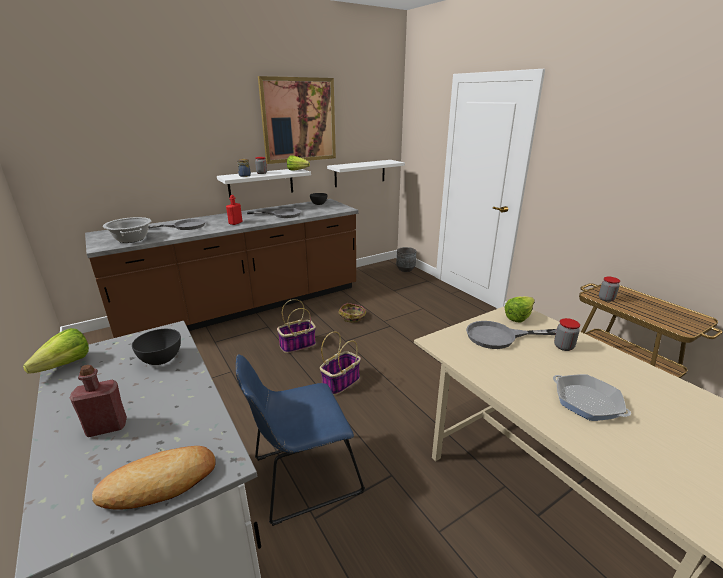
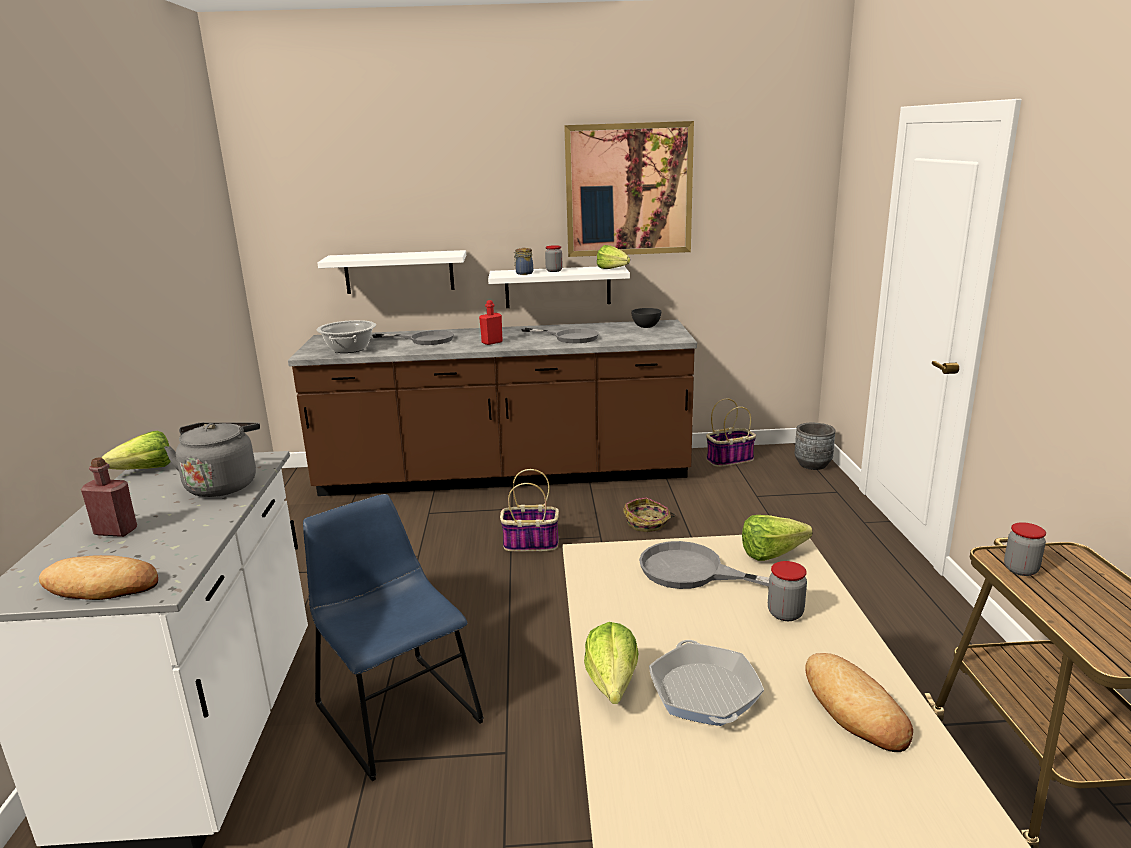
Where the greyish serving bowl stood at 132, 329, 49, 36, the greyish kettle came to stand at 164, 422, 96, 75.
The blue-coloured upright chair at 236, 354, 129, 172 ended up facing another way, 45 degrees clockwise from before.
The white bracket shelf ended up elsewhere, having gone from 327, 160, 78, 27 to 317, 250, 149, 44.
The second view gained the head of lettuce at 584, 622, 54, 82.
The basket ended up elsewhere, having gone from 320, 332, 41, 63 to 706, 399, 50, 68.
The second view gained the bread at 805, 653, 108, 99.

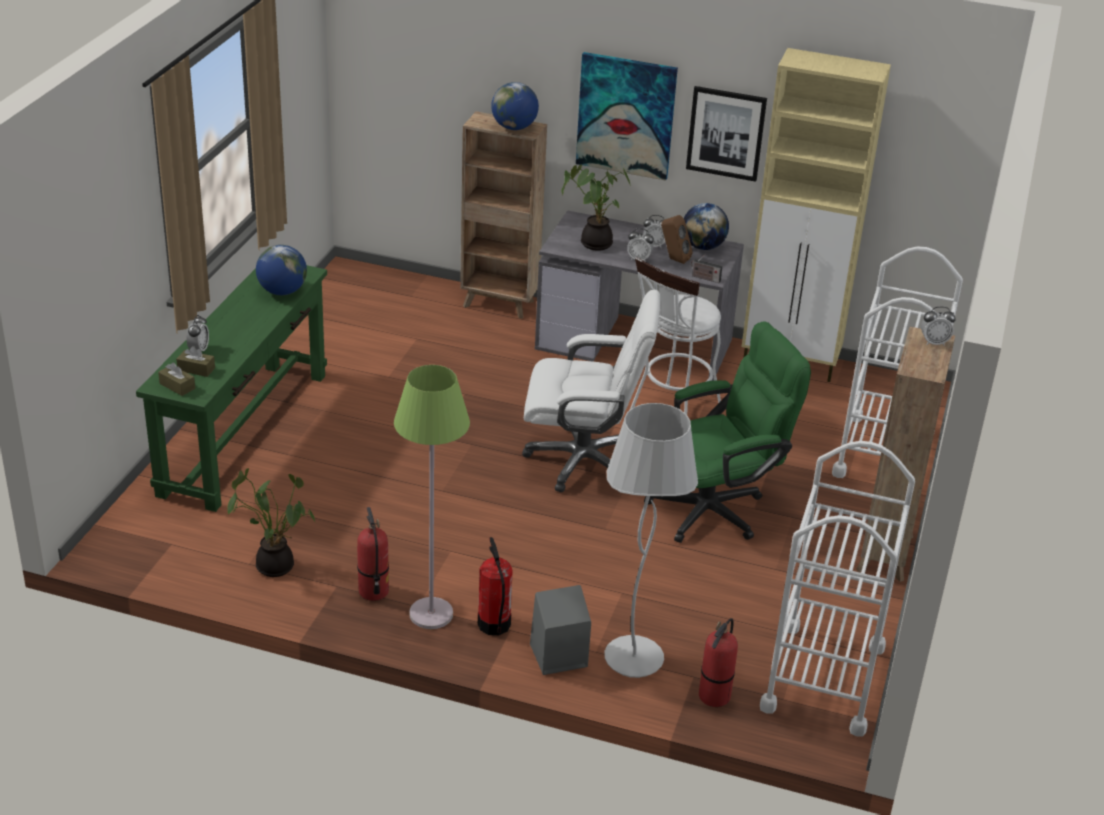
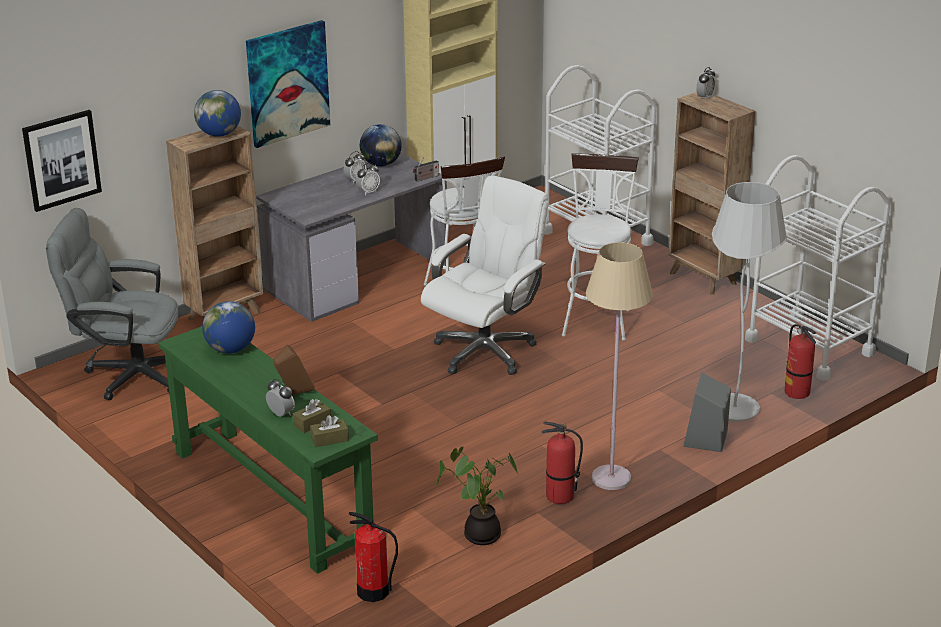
The wall picture ended up elsewhere, having gone from 686, 86, 81, 96 to 22, 110, 80, 102.
The second view gained the greyish computer chair at 46, 208, 132, 192.
The brown speaker ended up elsewhere, having gone from 661, 215, 32, 49 to 273, 345, 41, 50.
The fire-fighting cylinder ended up elsewhere, having gone from 478, 537, 35, 98 to 349, 512, 49, 90.
Where the greenish computer chair stood at 644, 322, 167, 221, the white stool came to stand at 562, 153, 77, 188.
What was the greenish standard lamp at 394, 365, 76, 264 turned into the sand-coloured standard lamp at 586, 242, 67, 248.
The second view lost the potted plant at 561, 164, 70, 87.

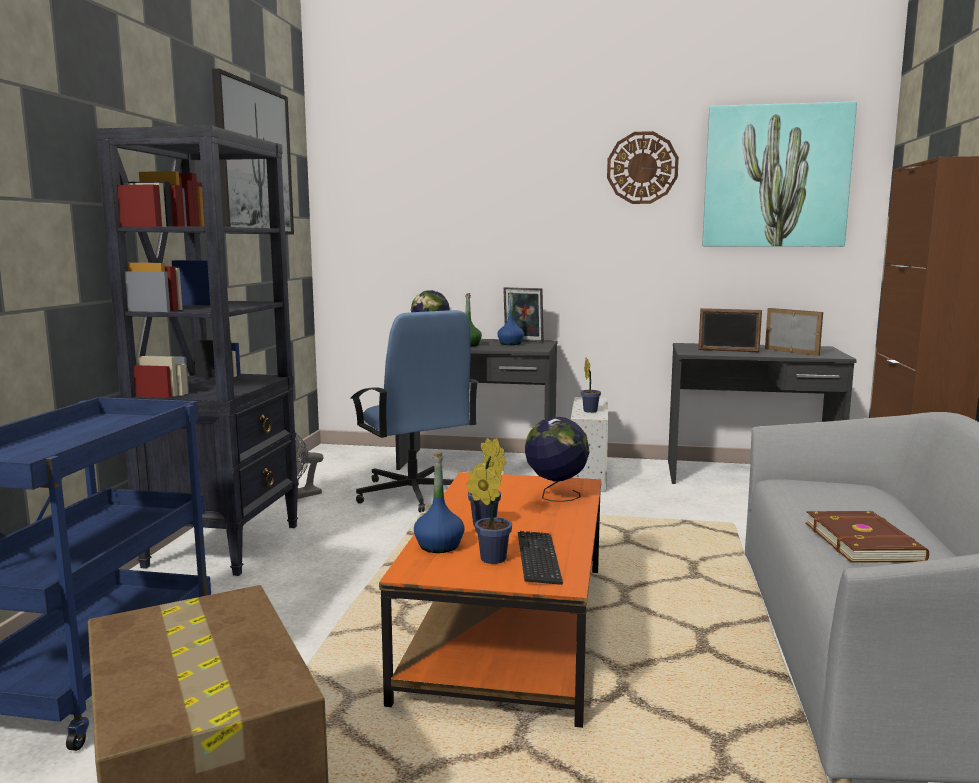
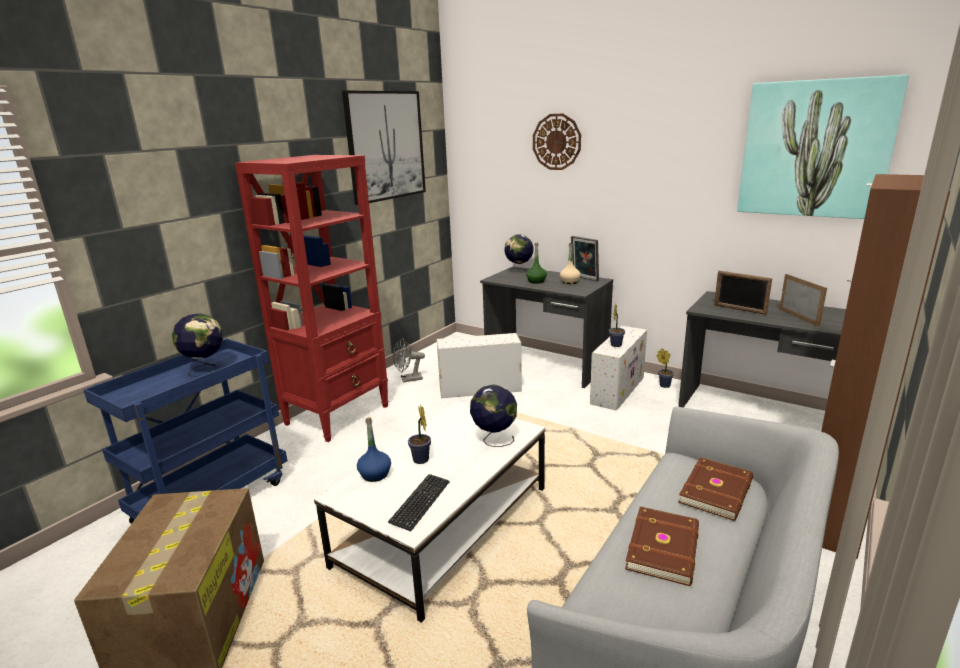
The second view gained the world globe at 172, 314, 51, 63.
What was the black bookshelf at 96, 125, 203, 451 turned into the red bookshelf at 235, 155, 154, 287.
What was the orange low table at 379, 472, 222, 256 turned into the white low table at 314, 401, 232, 222.
Where the blue-coloured computer chair stood at 351, 310, 128, 202, the white storage bin came to stand at 437, 333, 85, 66.
The wall clock ended up elsewhere, having gone from 607, 131, 72, 73 to 533, 114, 48, 56.
What was the blue-coloured beverage bottle at 497, 293, 27, 52 turned into the sand-coloured beverage bottle at 560, 243, 21, 41.
The potted plant ended up elsewhere, having gone from 466, 463, 46, 101 to 657, 348, 17, 40.
The second view gained the brown volume at 678, 457, 75, 64.

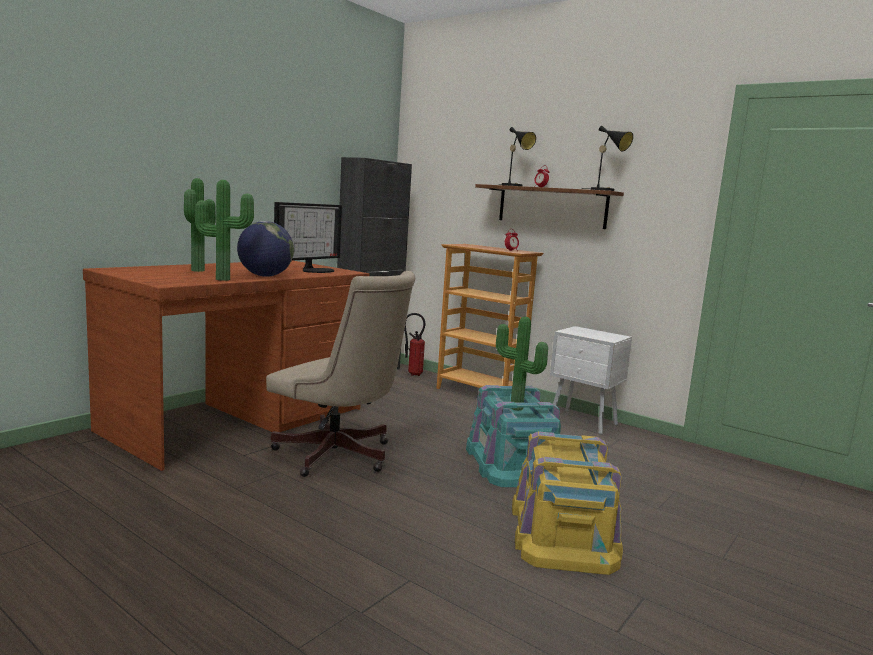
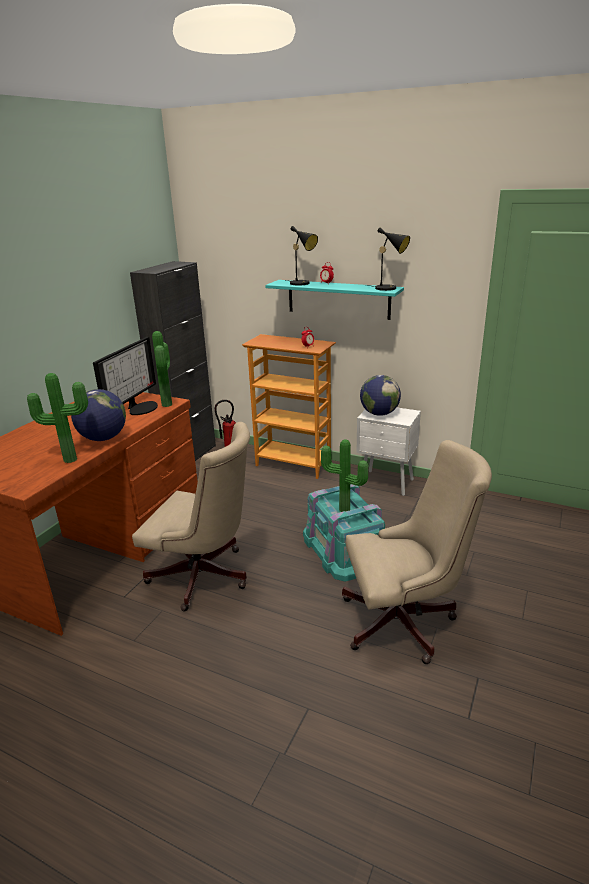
The potted plant ended up elsewhere, having gone from 184, 178, 32, 94 to 152, 331, 20, 76.
What was the brown bracket shelf at 475, 184, 149, 45 turned into the turquoise bracket shelf at 265, 280, 139, 40.
Where the yellow storage bin stood at 512, 431, 111, 144, the sand-coloured computer chair came to stand at 342, 440, 150, 224.
The second view gained the world globe at 360, 375, 41, 41.

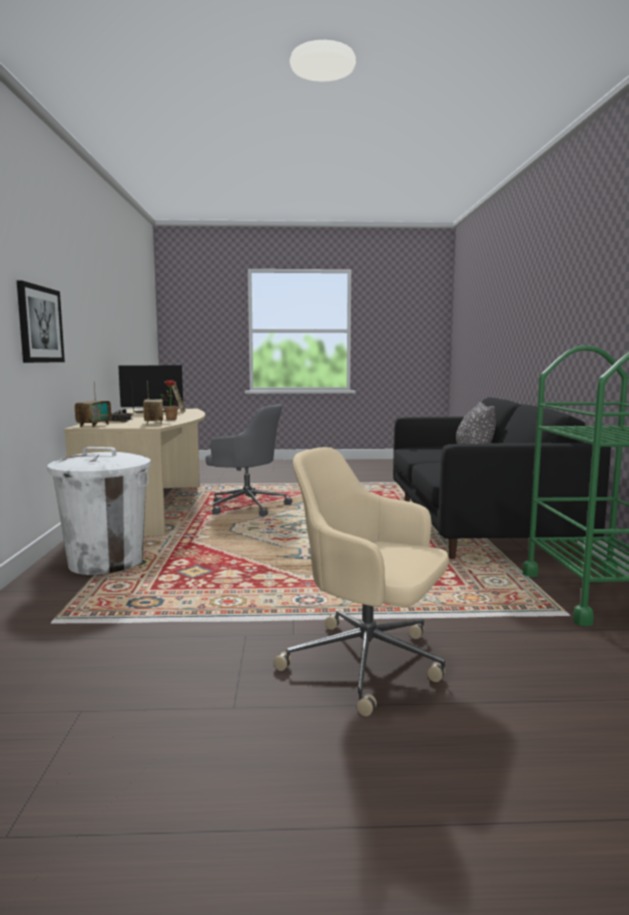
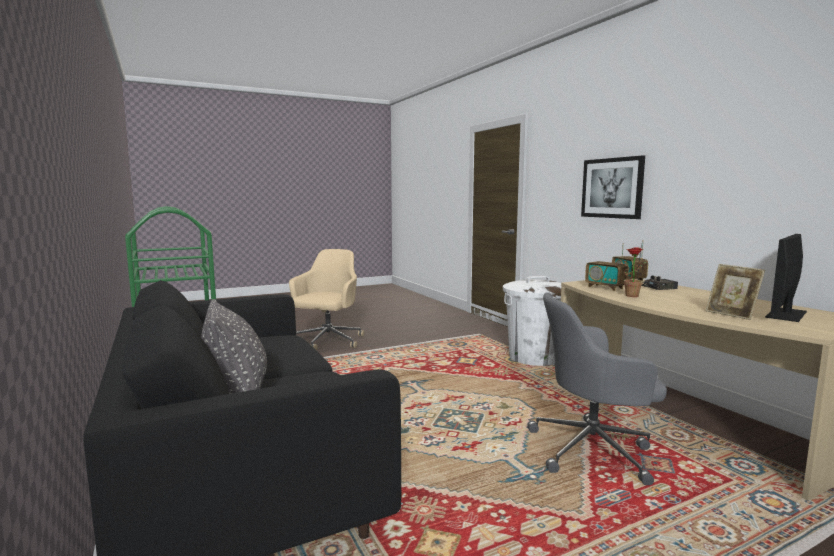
The sand-coloured computer chair at 273, 447, 176, 269 ended up facing another way, 75 degrees counterclockwise from before.

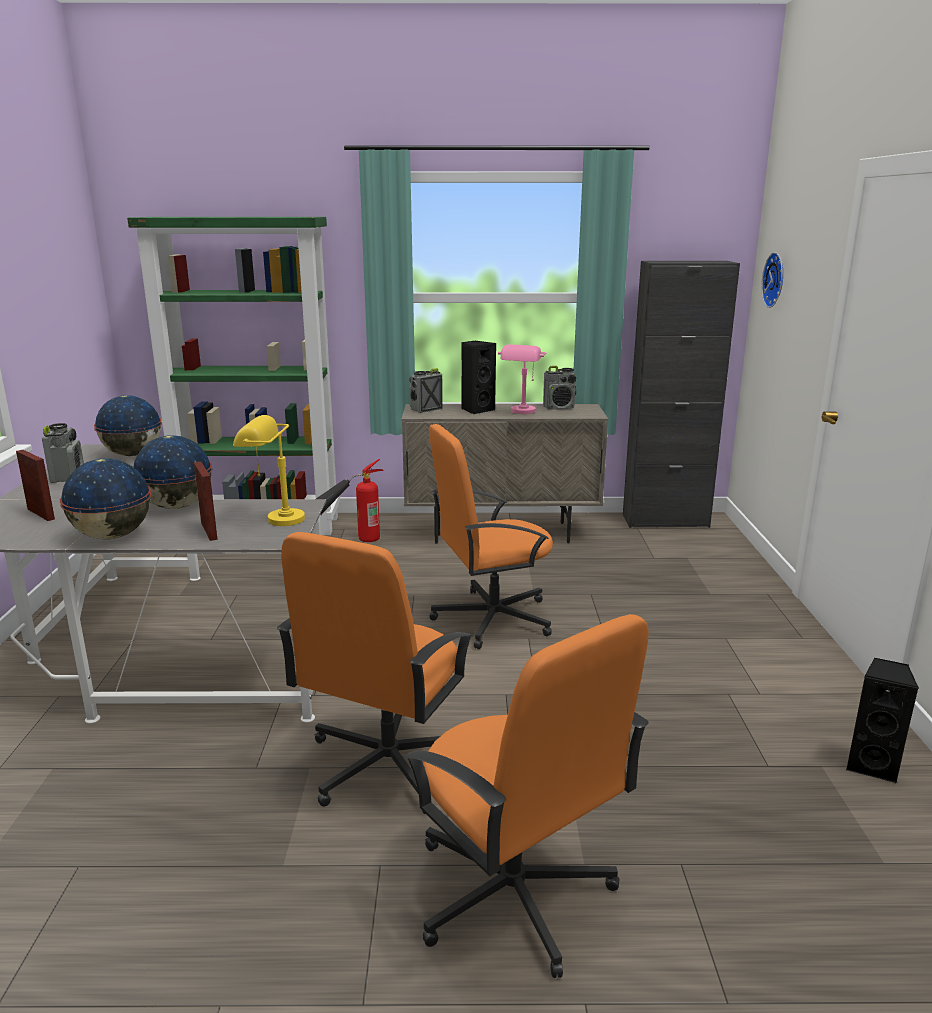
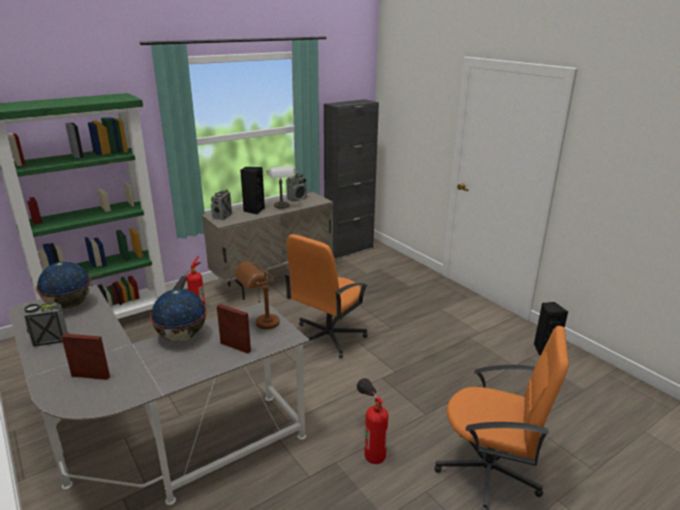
The radio at 42, 423, 42, 60 ended up facing another way, 60 degrees counterclockwise from before.
What was the yellow tabletop lamp at 233, 415, 72, 111 turned into the brown tabletop lamp at 235, 261, 45, 69.
What was the pink-coloured tabletop lamp at 498, 345, 48, 69 turned into the greyish tabletop lamp at 266, 166, 31, 43.
Where the orange computer chair stood at 277, 532, 197, 282, the fire-fighting cylinder came to stand at 357, 378, 31, 86.
The second view lost the world globe at 60, 459, 92, 80.
The second view lost the wall clock at 761, 252, 22, 56.

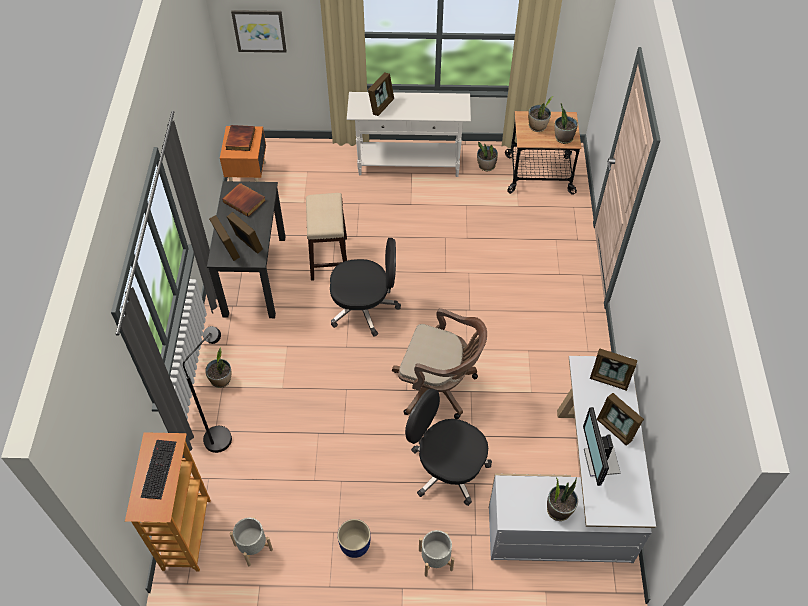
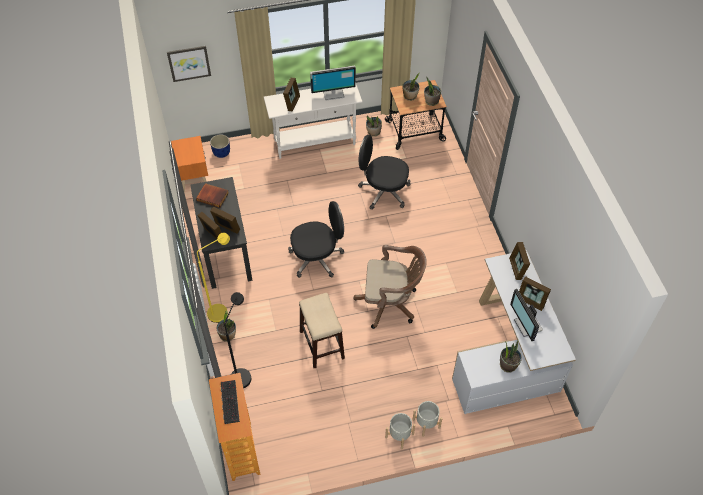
The second view gained the yellow standard lamp at 197, 232, 33, 91.
The blue-coloured flower pot ended up elsewhere, having gone from 337, 519, 33, 39 to 210, 134, 20, 24.
The stool ended up elsewhere, having gone from 306, 193, 41, 88 to 299, 293, 46, 75.
The second view gained the computer display at 310, 66, 46, 34.
The black computer chair ended up elsewhere, having gone from 405, 389, 87, 117 to 358, 135, 52, 75.
The greyish flower pot ended up elsewhere, having gone from 229, 517, 44, 49 to 385, 413, 30, 37.
The photo frame at 590, 349, 47, 42 ended up facing another way, 75 degrees clockwise from before.
The second view lost the volume at 225, 125, 30, 26.

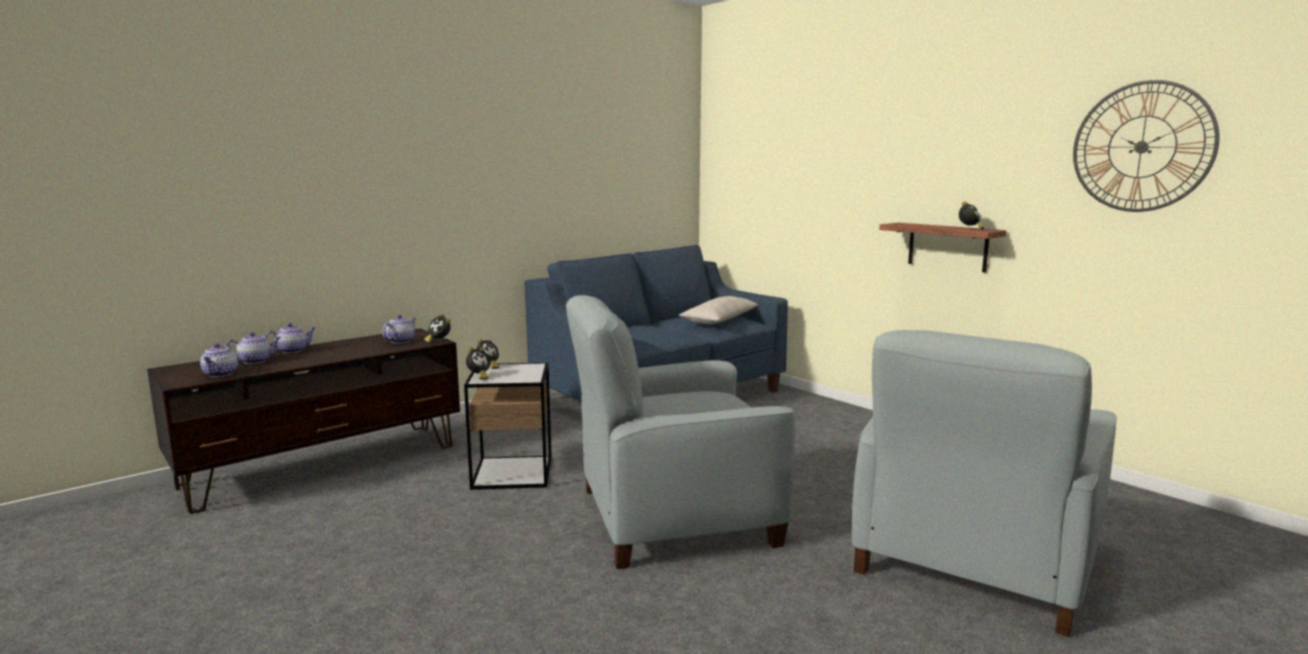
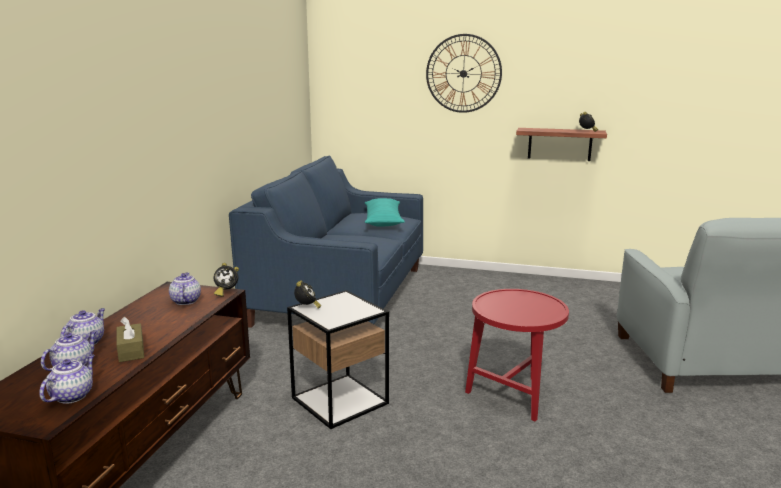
The tea pot at 200, 343, 38, 34 ended up facing another way, 120 degrees counterclockwise from before.
The second view gained the brown tissue box at 116, 317, 28, 45.
What was the sand-coloured throw pillow at 679, 296, 79, 28 turned into the turquoise throw pillow at 365, 198, 40, 29.
The wall clock ended up elsewhere, having gone from 1073, 80, 147, 132 to 426, 34, 76, 79.
Where the greyish lounge chair stood at 566, 295, 230, 274, the red side table came to stand at 465, 289, 104, 132.
The second view lost the alarm clock at 466, 347, 25, 33.

